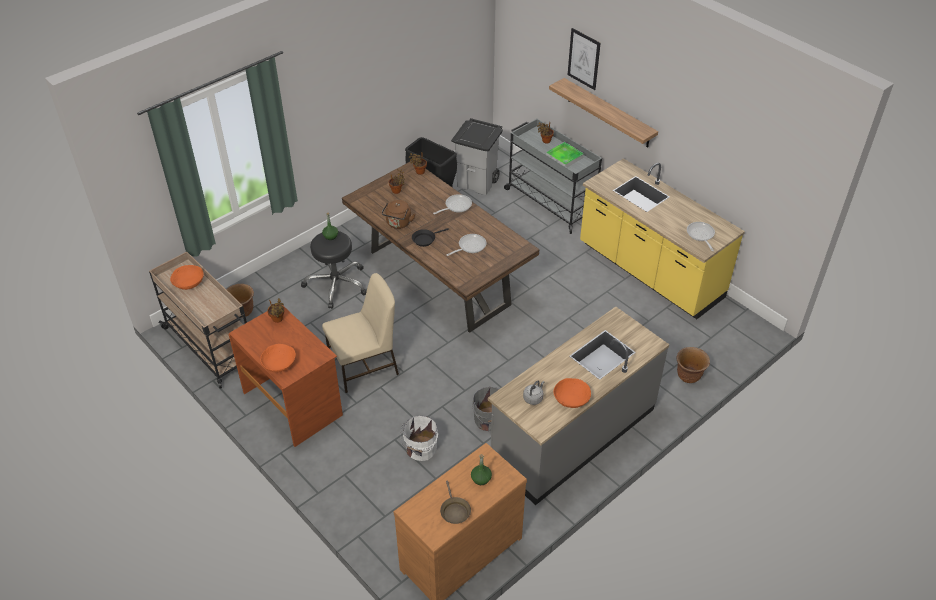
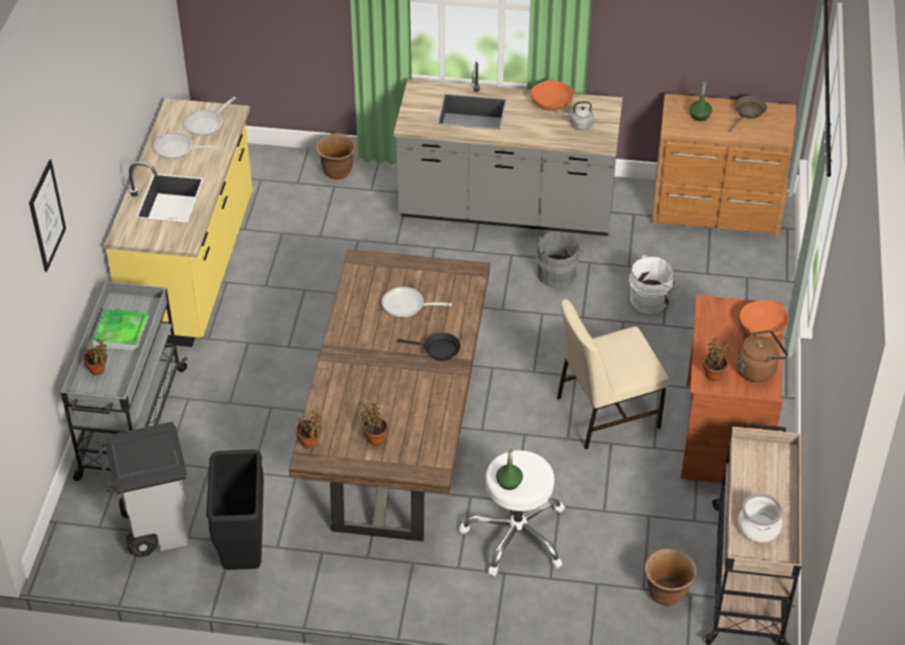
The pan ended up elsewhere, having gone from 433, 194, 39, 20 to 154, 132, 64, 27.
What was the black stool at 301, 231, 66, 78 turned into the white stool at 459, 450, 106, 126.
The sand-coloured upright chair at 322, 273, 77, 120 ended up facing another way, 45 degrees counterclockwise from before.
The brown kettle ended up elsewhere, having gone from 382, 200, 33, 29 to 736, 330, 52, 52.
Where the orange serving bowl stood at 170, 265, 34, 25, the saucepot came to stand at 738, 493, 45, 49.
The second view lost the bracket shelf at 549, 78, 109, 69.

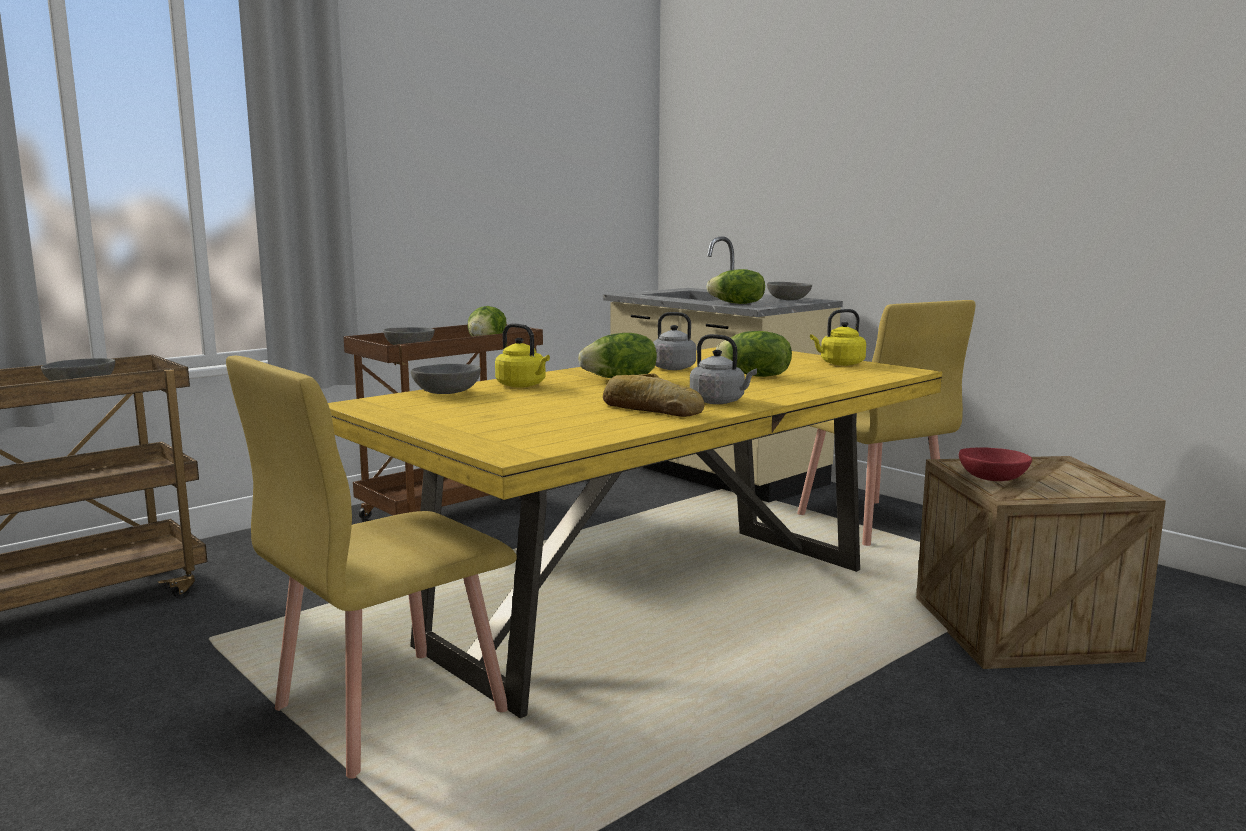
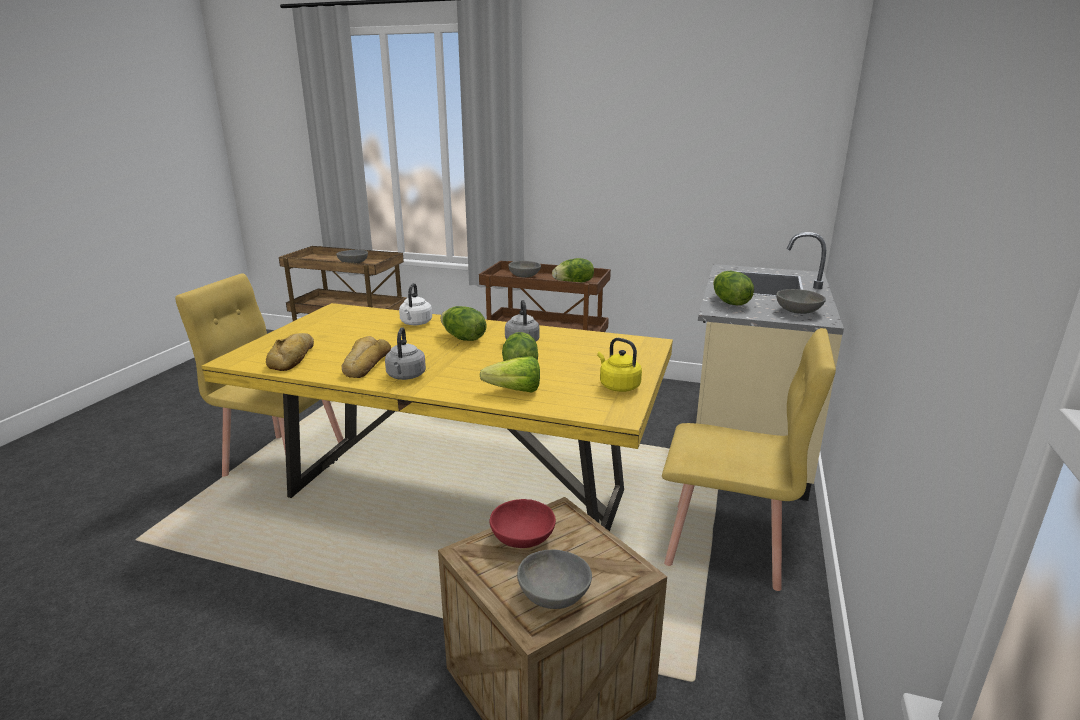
The second view gained the bread at 266, 333, 48, 38.
What was the yellow kettle at 495, 323, 55, 65 turned into the white kettle at 399, 283, 33, 42.
The second view gained the head of lettuce at 480, 356, 60, 37.
The greyish serving bowl ended up elsewhere, having gone from 411, 364, 70, 30 to 517, 549, 75, 60.
The yellow upright chair at 797, 300, 178, 246 ended up facing another way, 105 degrees counterclockwise from before.

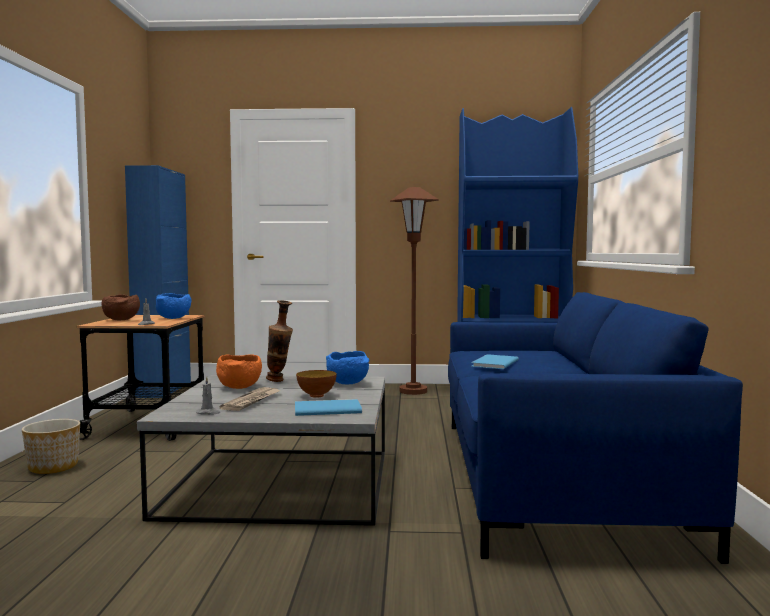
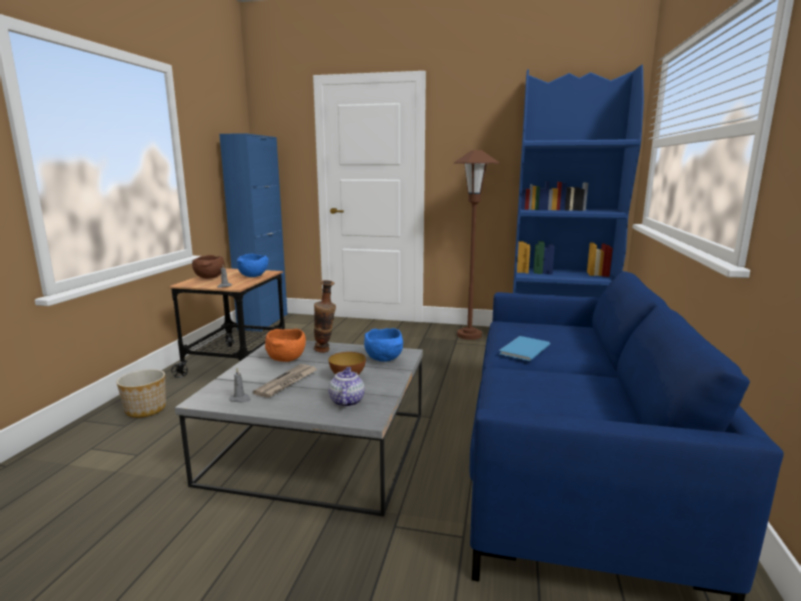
Where the blue-coloured volume stood at 295, 399, 67, 17, the tea pot came to stand at 328, 367, 37, 40.

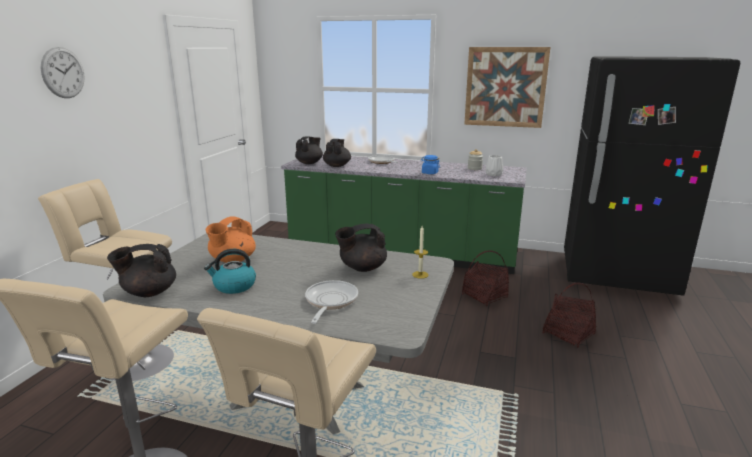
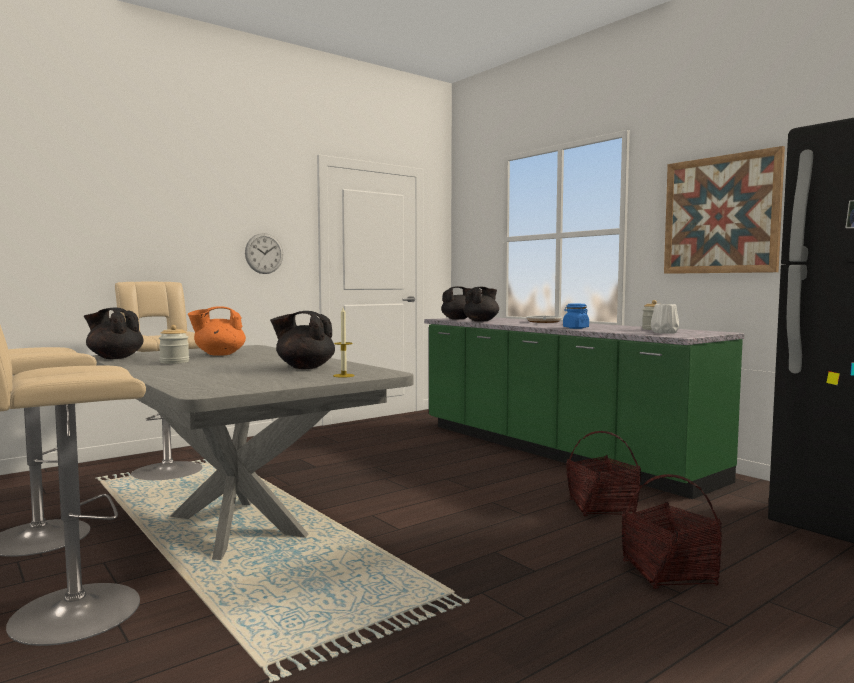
Where the kettle stood at 204, 249, 52, 45, the preserve jar came to stand at 159, 325, 30, 39.
The wall clock ended up elsewhere, having gone from 40, 47, 45, 51 to 245, 233, 38, 41.
The second view lost the pan at 305, 280, 53, 44.

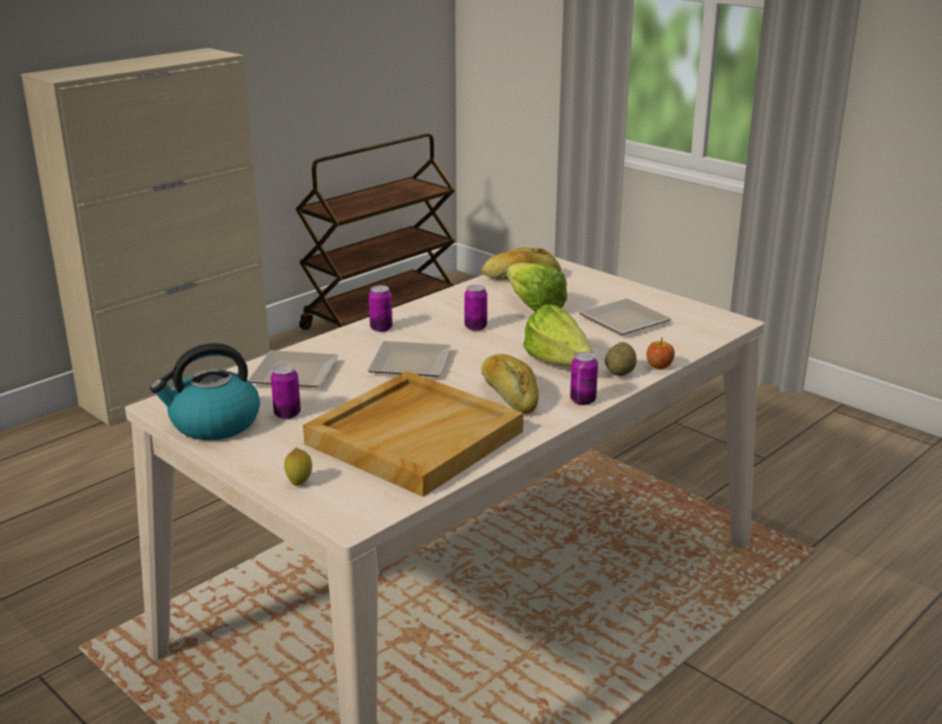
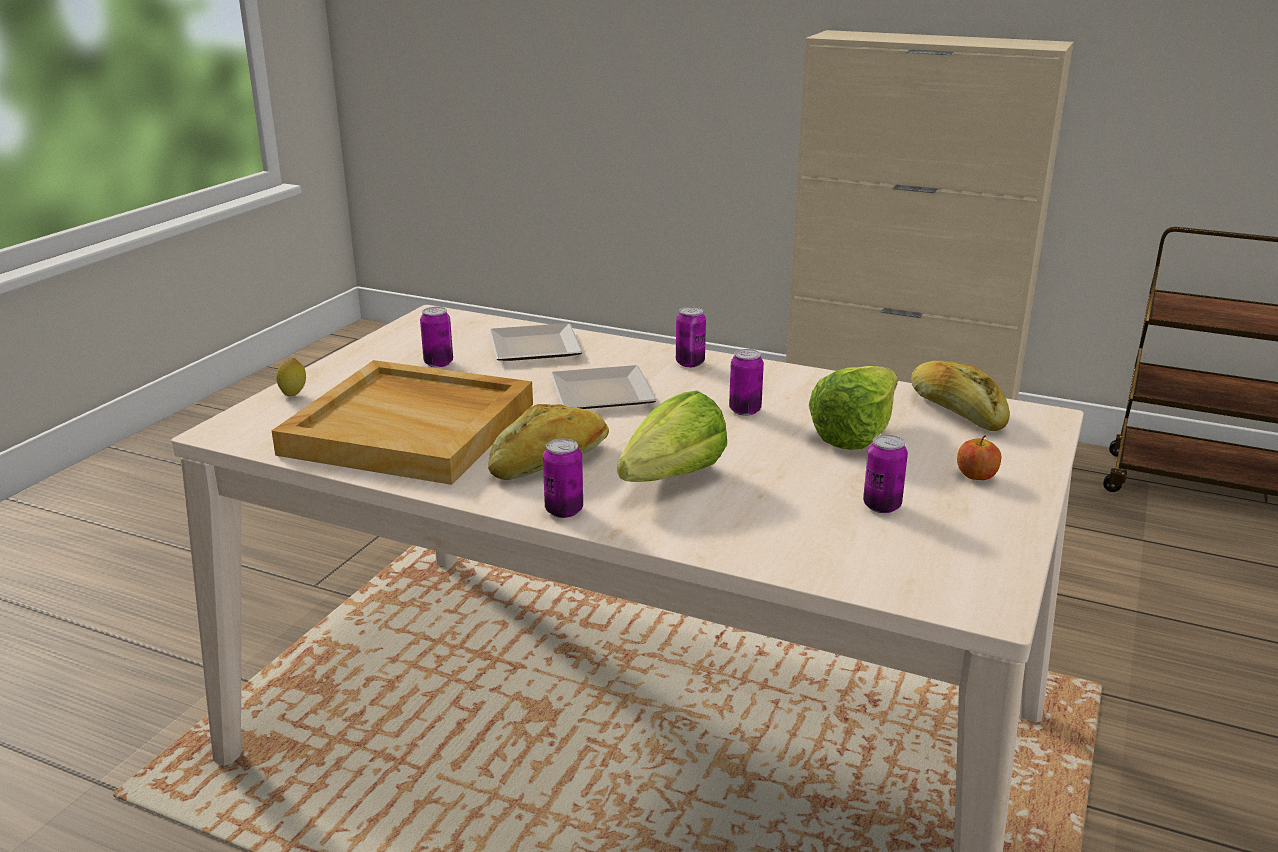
Where the dinner plate stood at 579, 299, 92, 36, the can came to stand at 863, 434, 45, 79.
The whole apple ended up elsewhere, having gone from 646, 338, 29, 31 to 957, 435, 44, 45.
The second view lost the kettle at 150, 343, 110, 97.
The second view lost the whole potato at 605, 342, 32, 34.

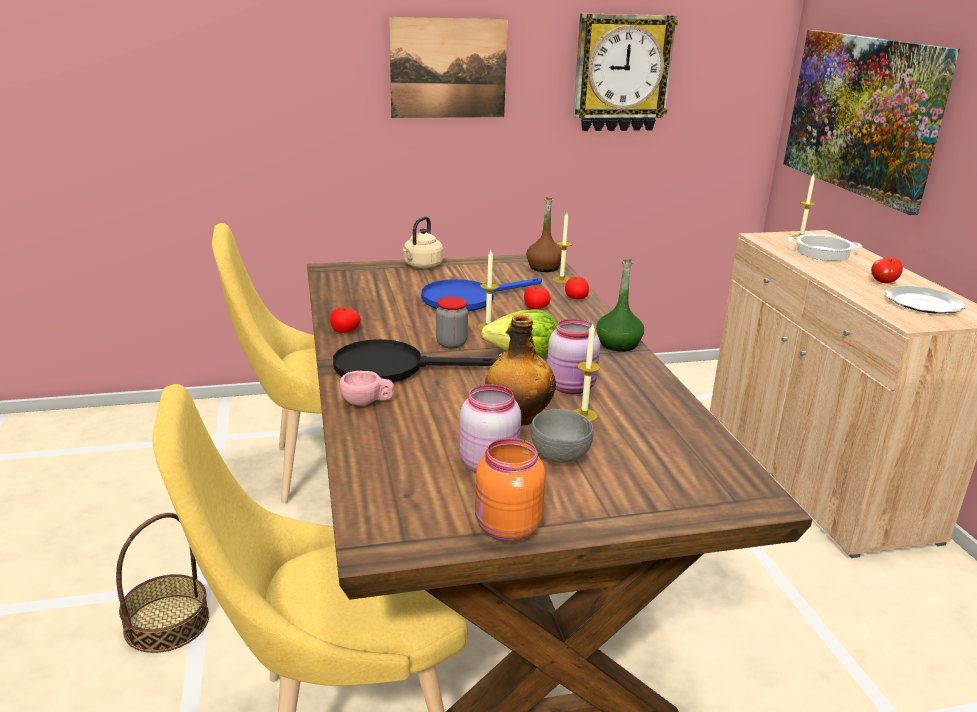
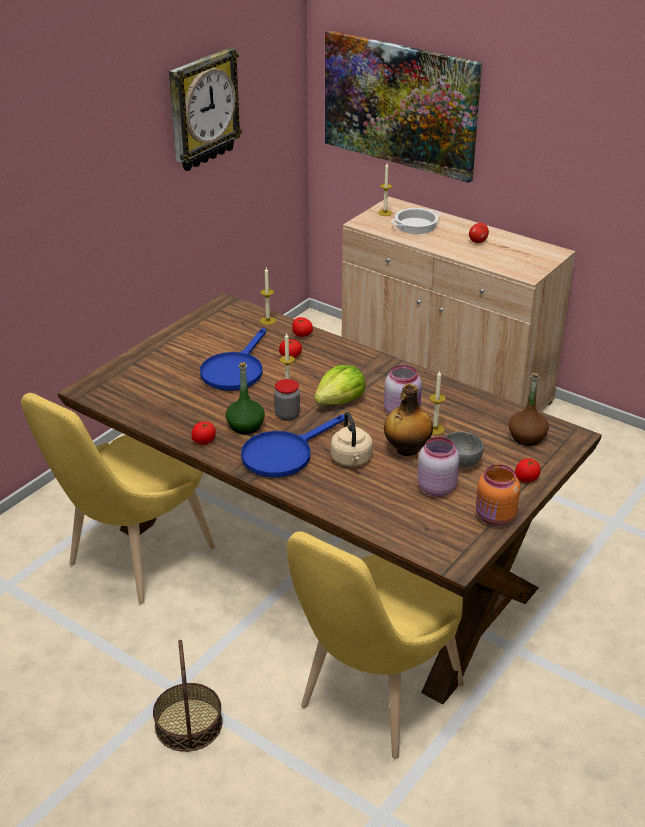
The greenish beverage bottle ended up elsewhere, having gone from 596, 258, 48, 94 to 225, 362, 40, 72.
What was the black pan at 333, 339, 165, 44 turned into the blue-coloured pan at 241, 414, 104, 64.
The sand-coloured kettle ended up elsewhere, having gone from 402, 216, 41, 52 to 331, 412, 42, 55.
The brown beverage bottle ended up elsewhere, having gone from 526, 196, 36, 76 to 509, 373, 40, 73.
The second view gained the tomato at 515, 458, 26, 25.
The second view lost the pink-coloured cup at 340, 371, 54, 34.
The second view lost the wall picture at 389, 17, 119, 101.
The second view lost the dinner plate at 885, 286, 81, 28.

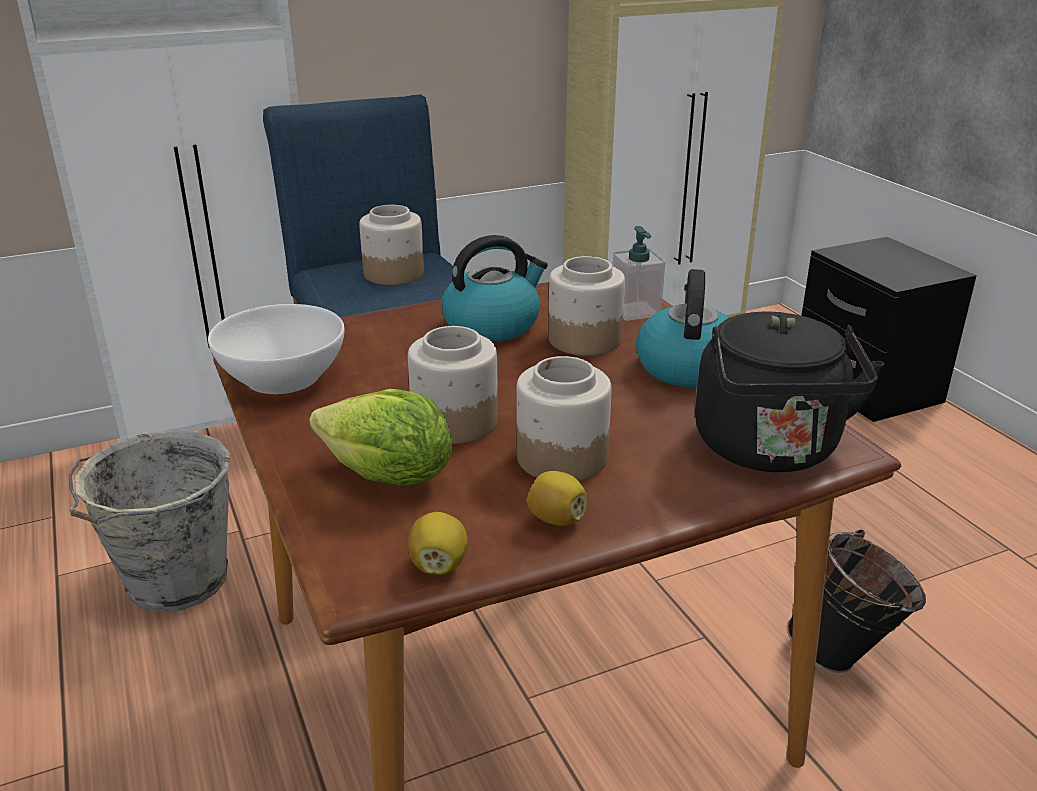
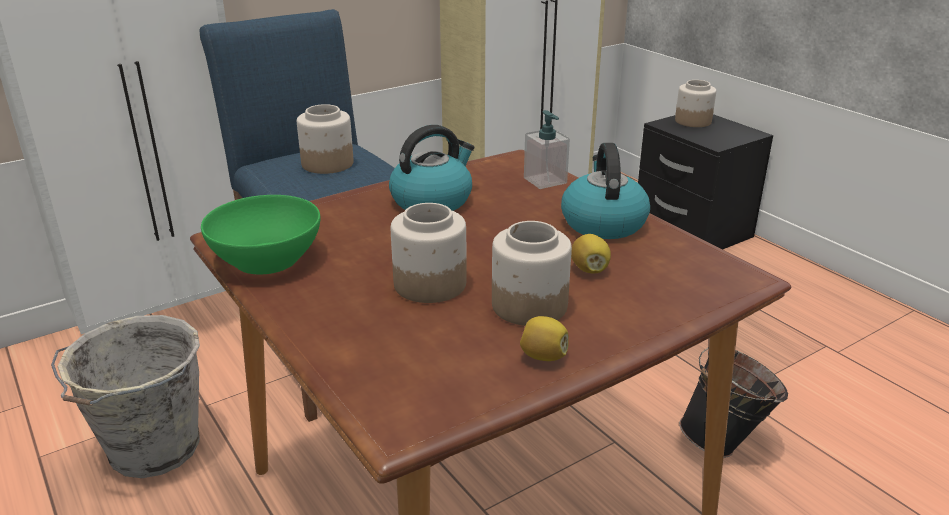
What was the white serving bowl at 208, 304, 136, 90 turned into the greenish serving bowl at 201, 195, 119, 79.
The citrus fruit ended up elsewhere, having gone from 408, 512, 60, 63 to 571, 234, 40, 39.
The preserve jar ended up elsewhere, having gone from 548, 256, 77, 100 to 675, 80, 41, 47.
The second view lost the head of lettuce at 309, 389, 143, 97.
The second view lost the black kettle at 695, 311, 189, 161.

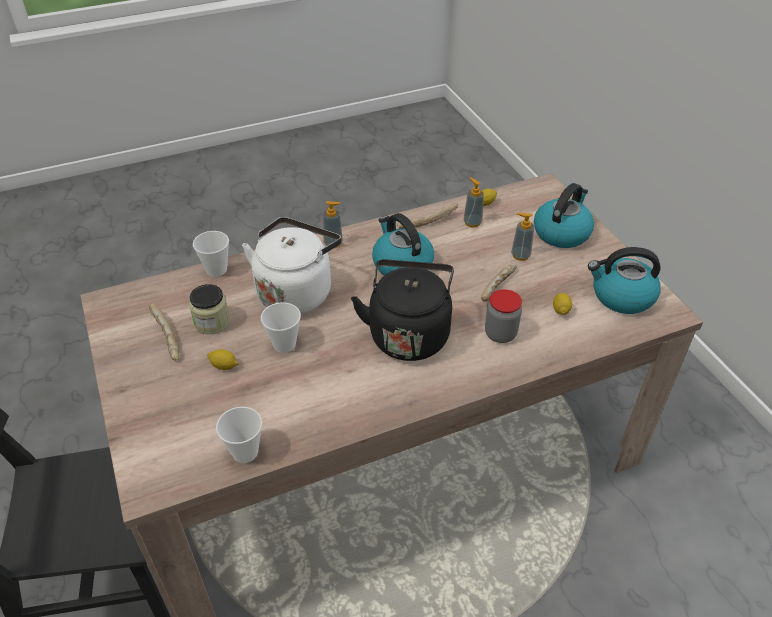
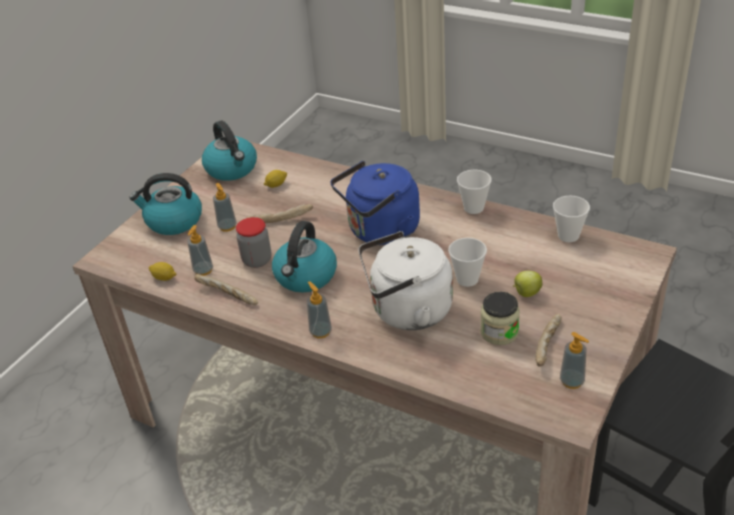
The preserve jar ended up elsewhere, having gone from 485, 289, 37, 54 to 236, 217, 36, 51.
What was the black kettle at 351, 260, 103, 101 turned into the blue-coloured kettle at 330, 161, 90, 84.
The cup ended up elsewhere, having gone from 193, 231, 36, 46 to 457, 170, 35, 44.
Where the citrus fruit stood at 207, 349, 32, 21, the whole apple came to stand at 513, 271, 29, 26.
The second view gained the liquid soap bottle at 560, 332, 29, 57.

